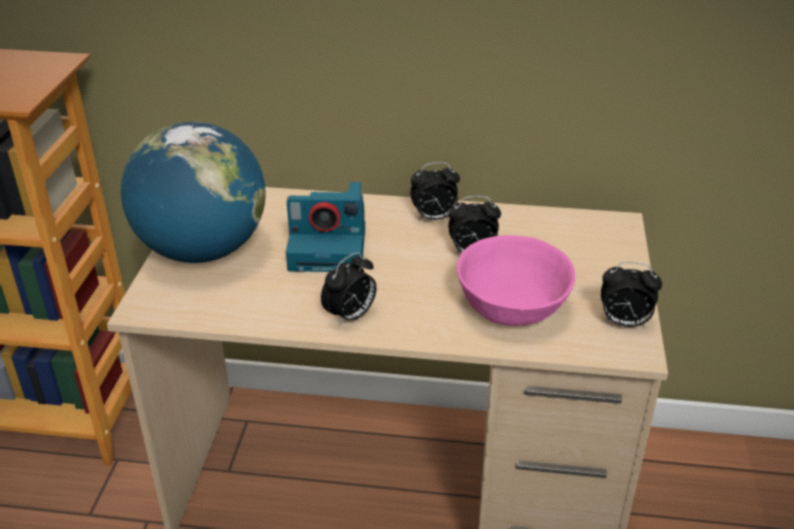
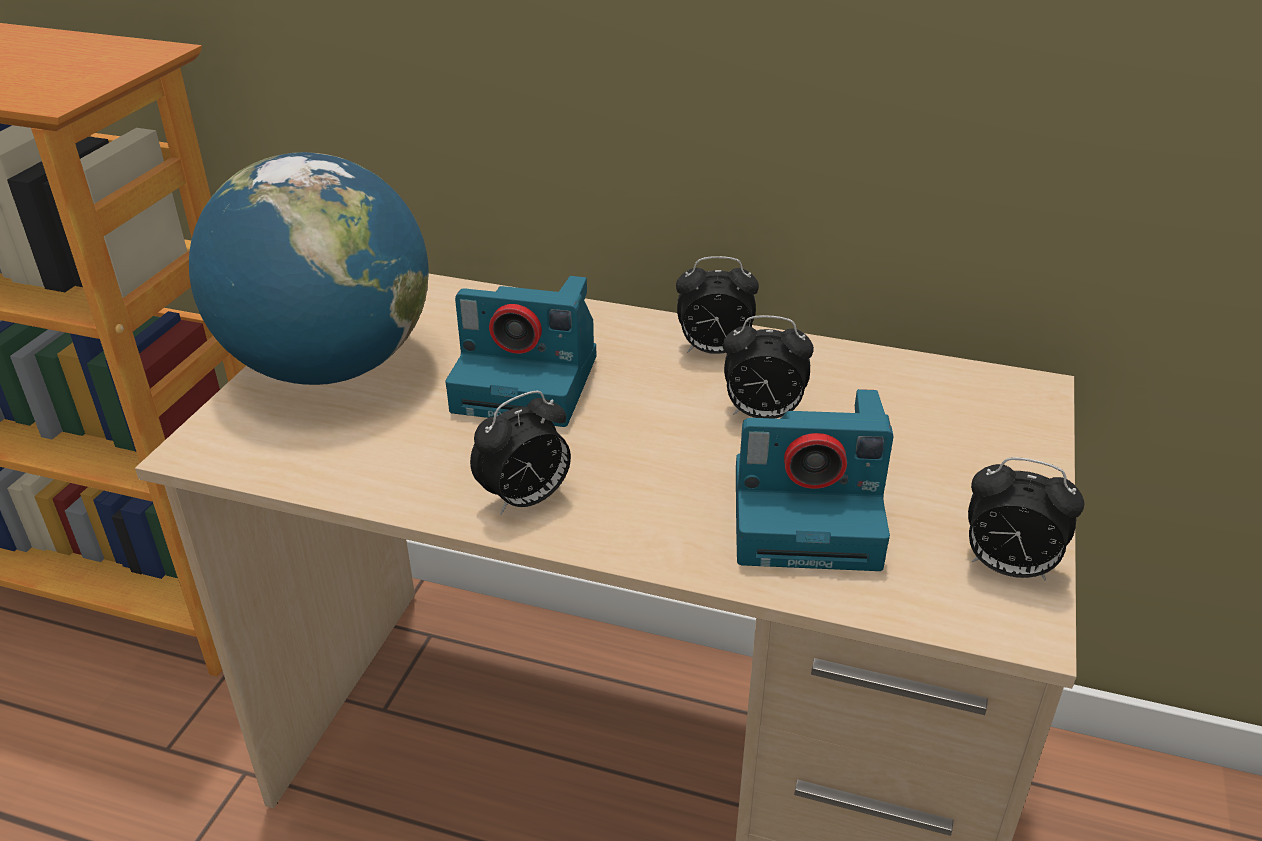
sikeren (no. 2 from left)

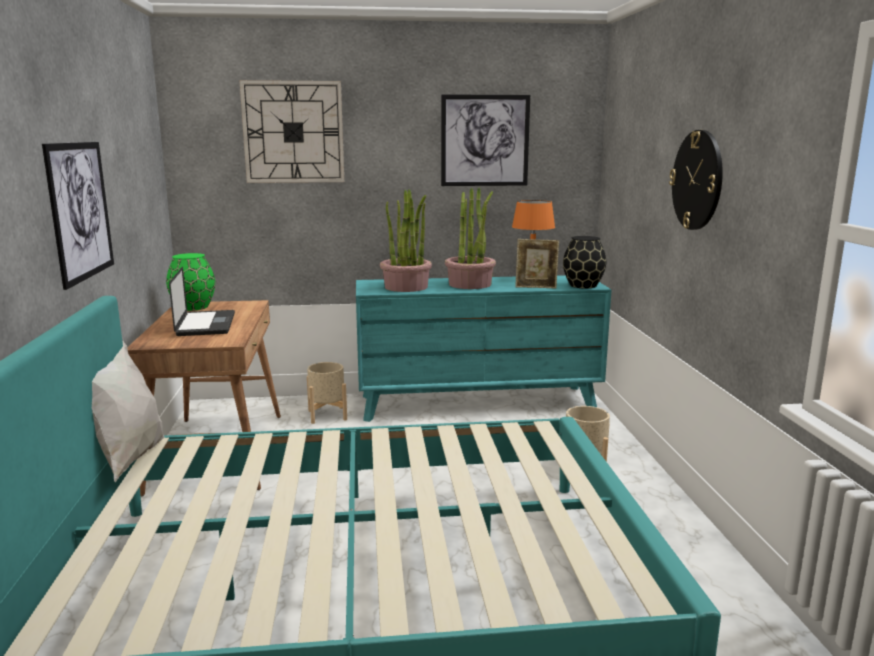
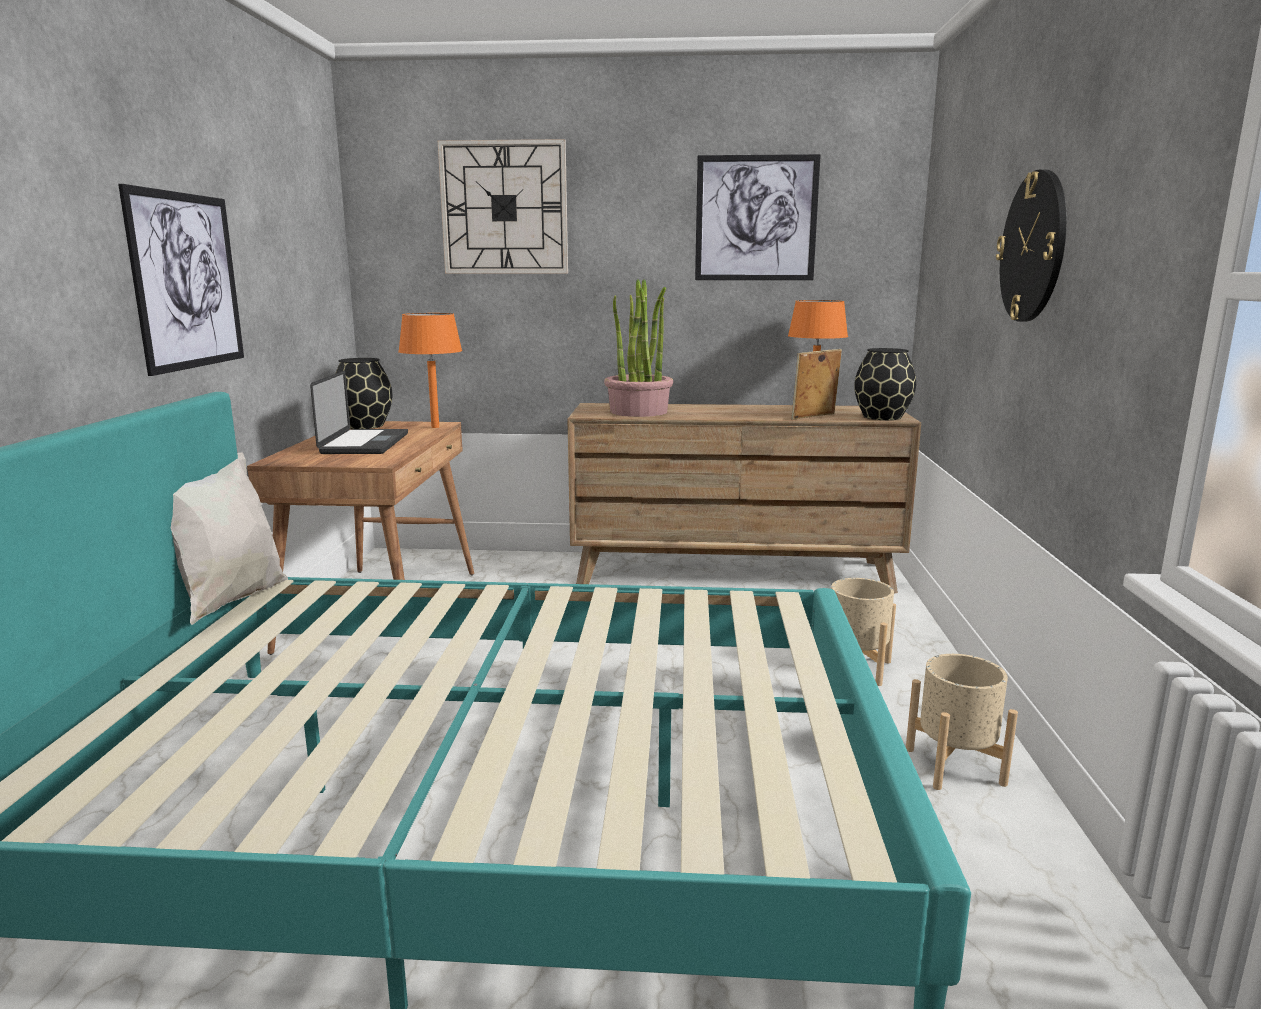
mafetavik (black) (no. 1 from left); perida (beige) (no. 2 from left); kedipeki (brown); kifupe (no. 2 from left in the first image); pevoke; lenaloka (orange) (no. 1 from left)

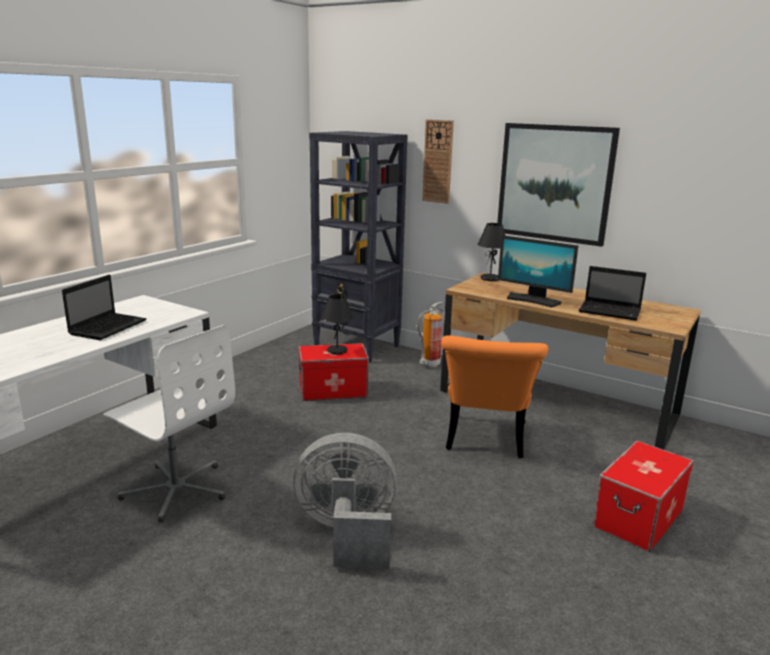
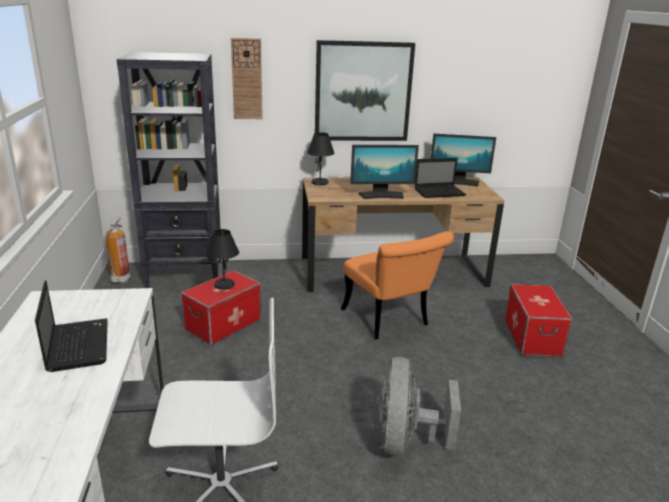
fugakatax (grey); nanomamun; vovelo (no. 2 from left)

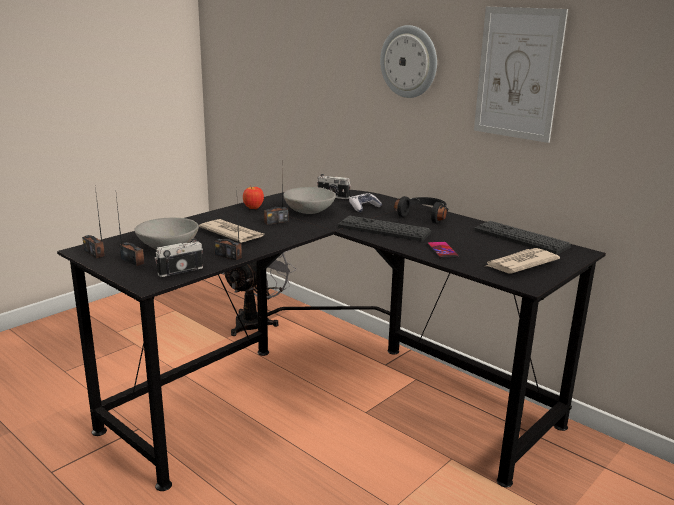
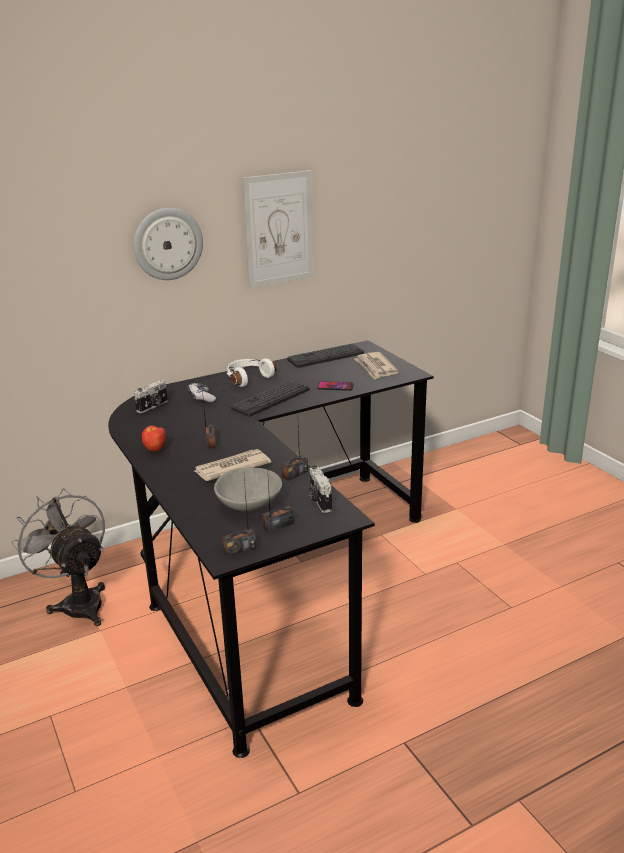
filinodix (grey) (no. 2 from left in the first image); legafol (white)

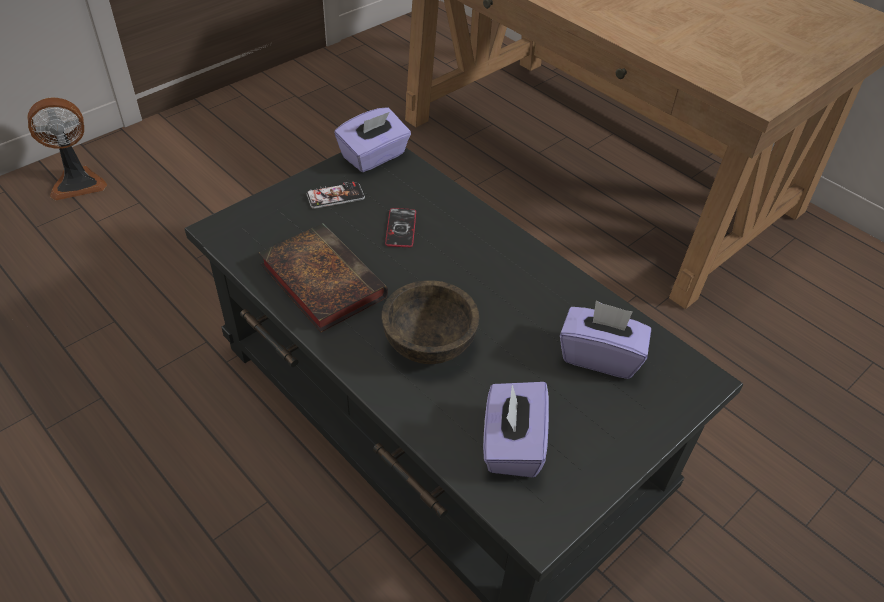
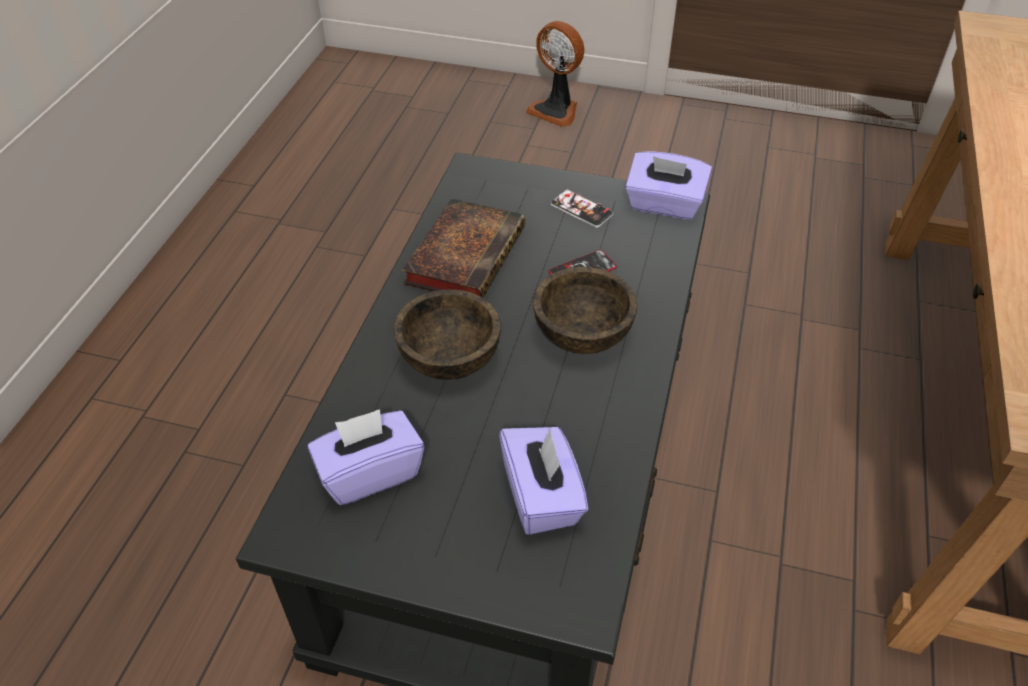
filinodix (brown) (no. 2 from left)

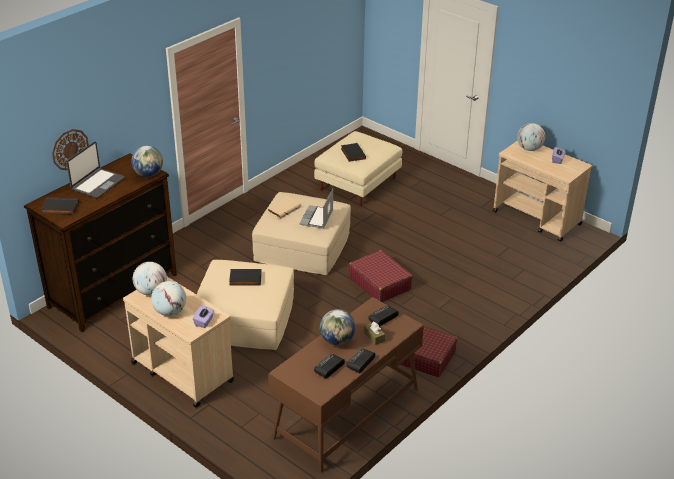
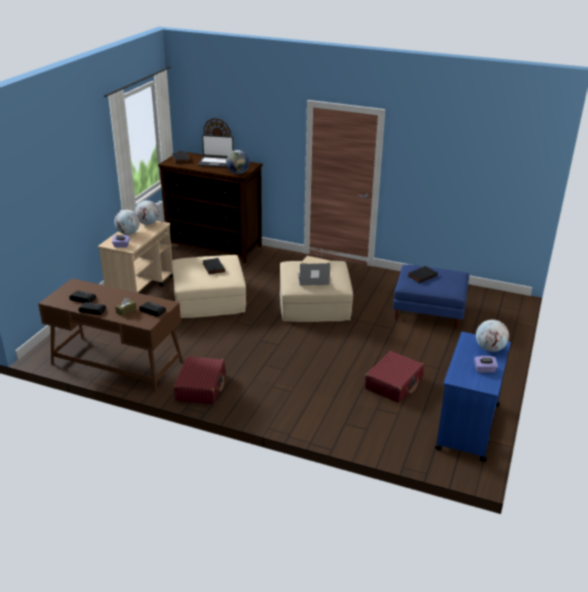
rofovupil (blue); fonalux (no. 4 from left in the first image); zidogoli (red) (no. 2 from left); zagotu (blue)

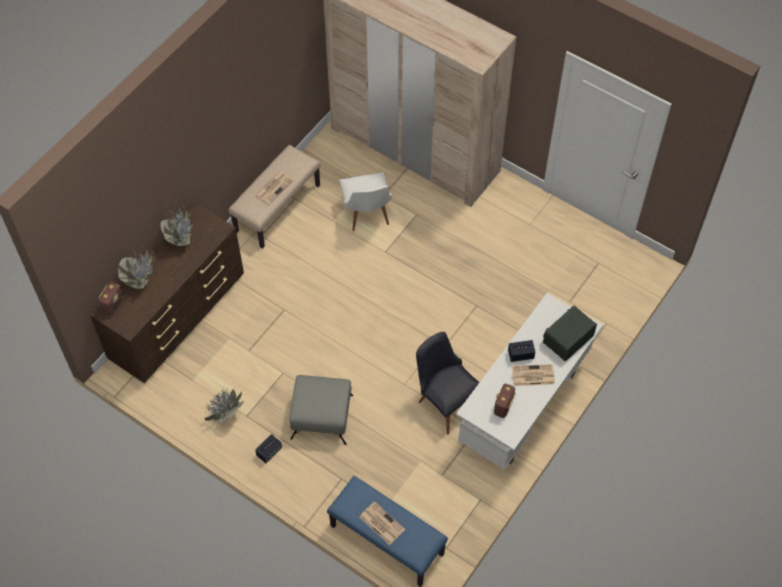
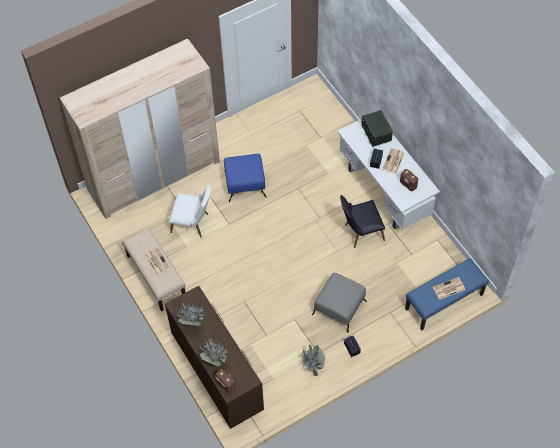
rofovupil (blue)

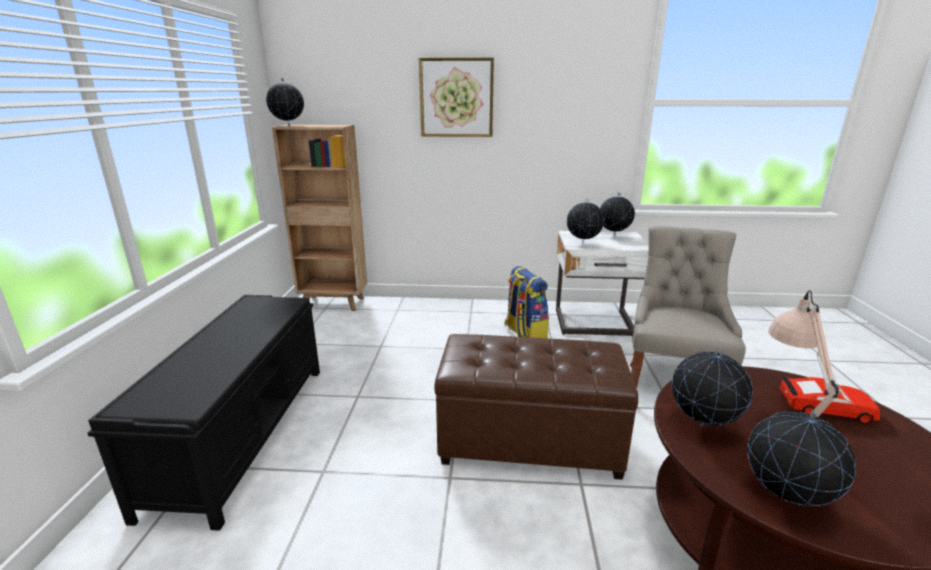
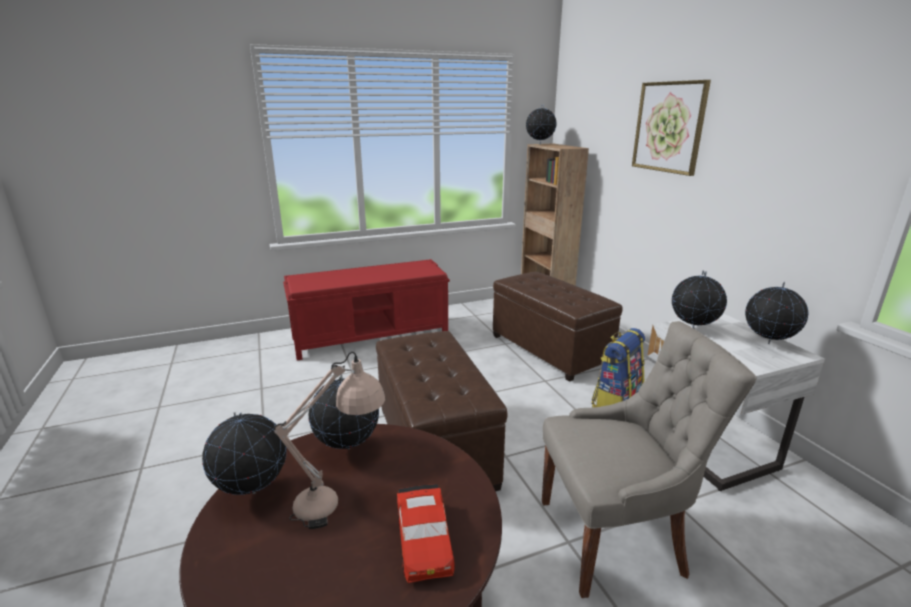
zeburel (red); rofovupil (brown) (no. 2 from left)

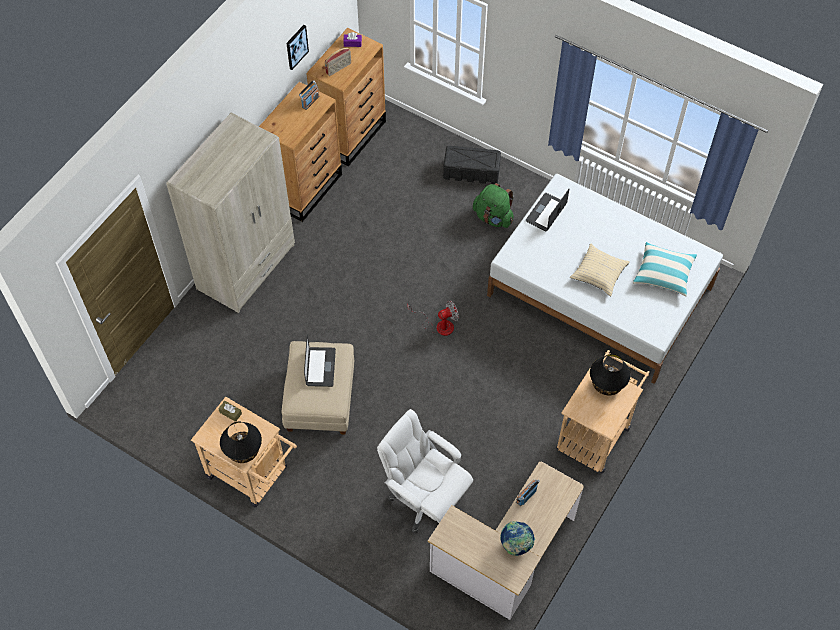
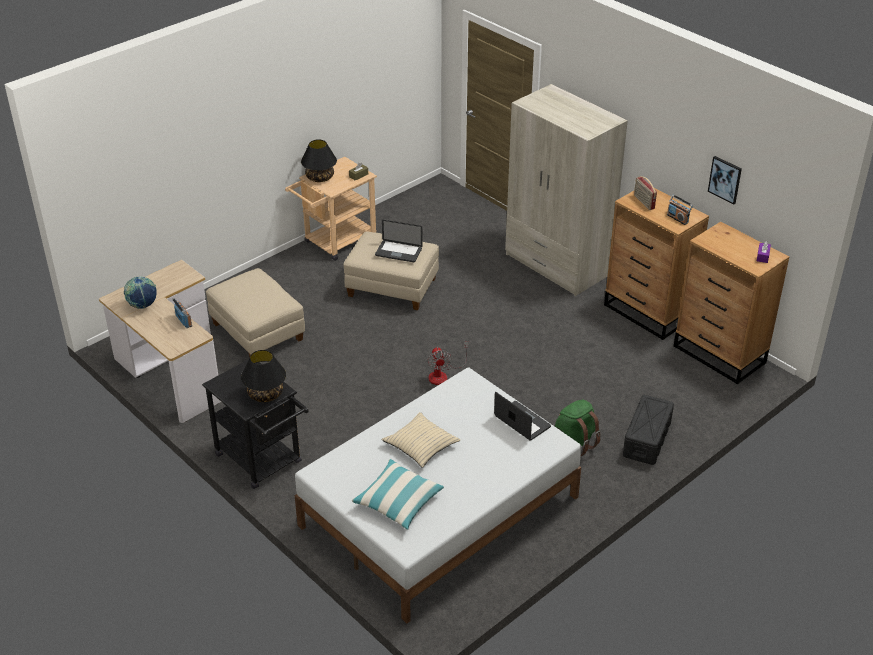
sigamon (no. 2 from left); rofovupil (beige) (no. 1 from left); zagotu (black)

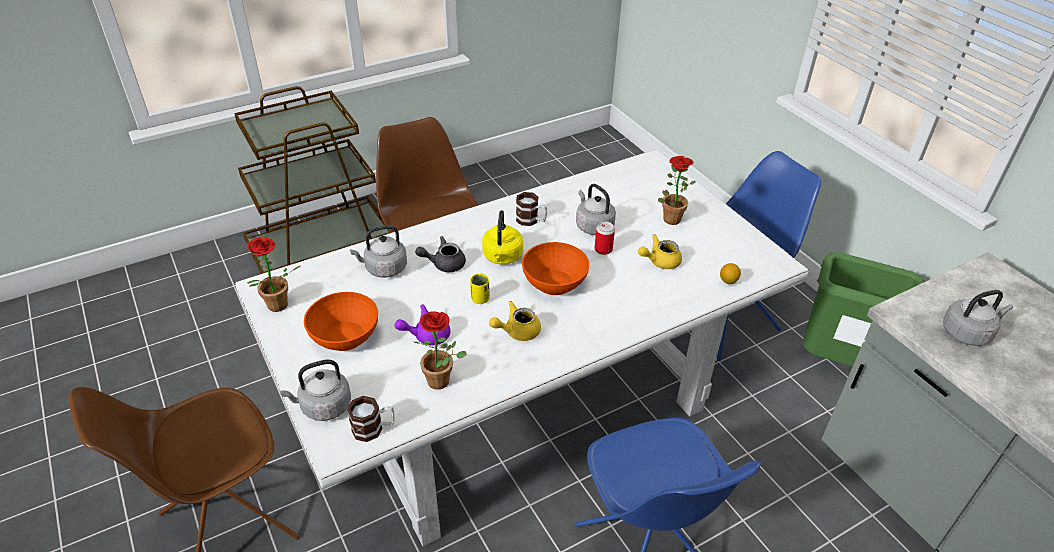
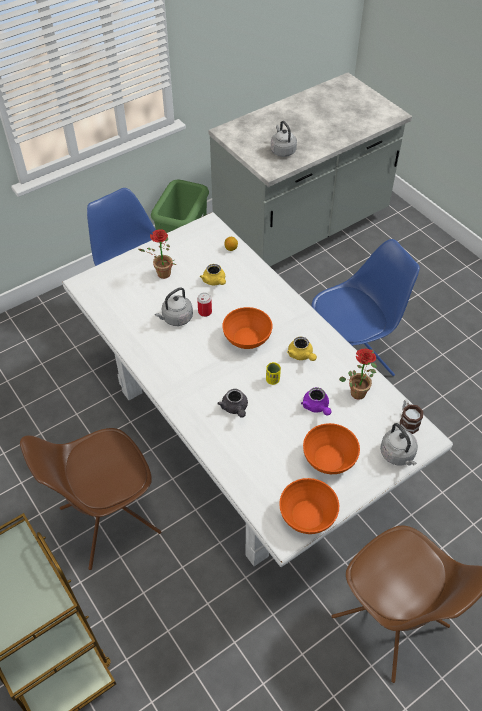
filinodix (orange) (no. 2 from left); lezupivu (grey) (no. 2 from left in the first image); lezupivu (yellow); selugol (no. 2 from left in the first image)

